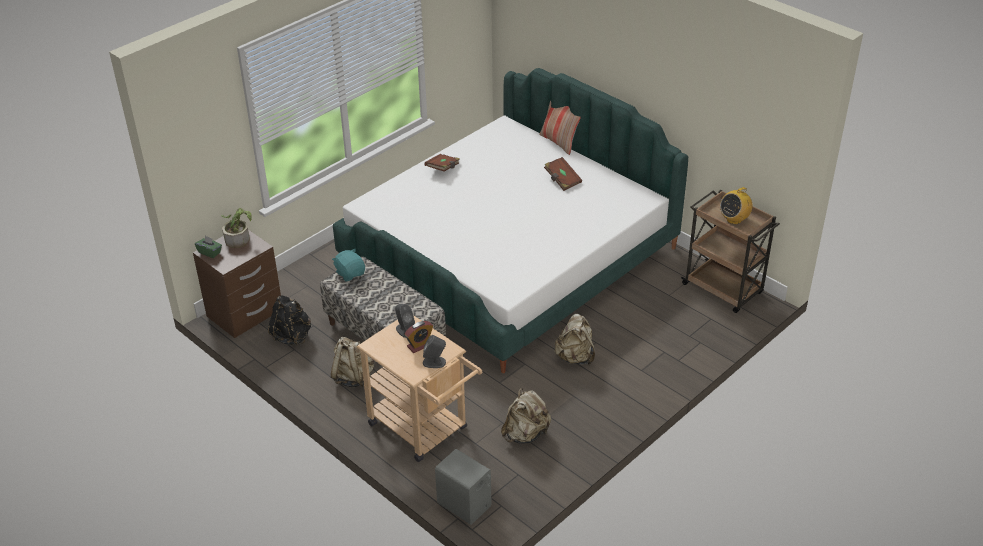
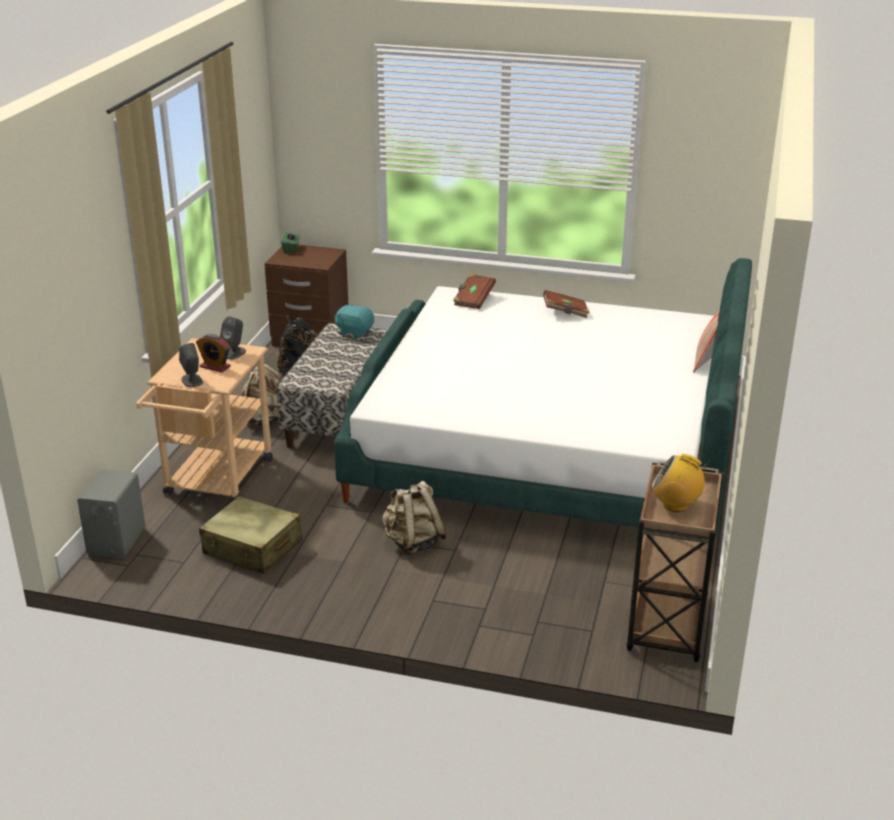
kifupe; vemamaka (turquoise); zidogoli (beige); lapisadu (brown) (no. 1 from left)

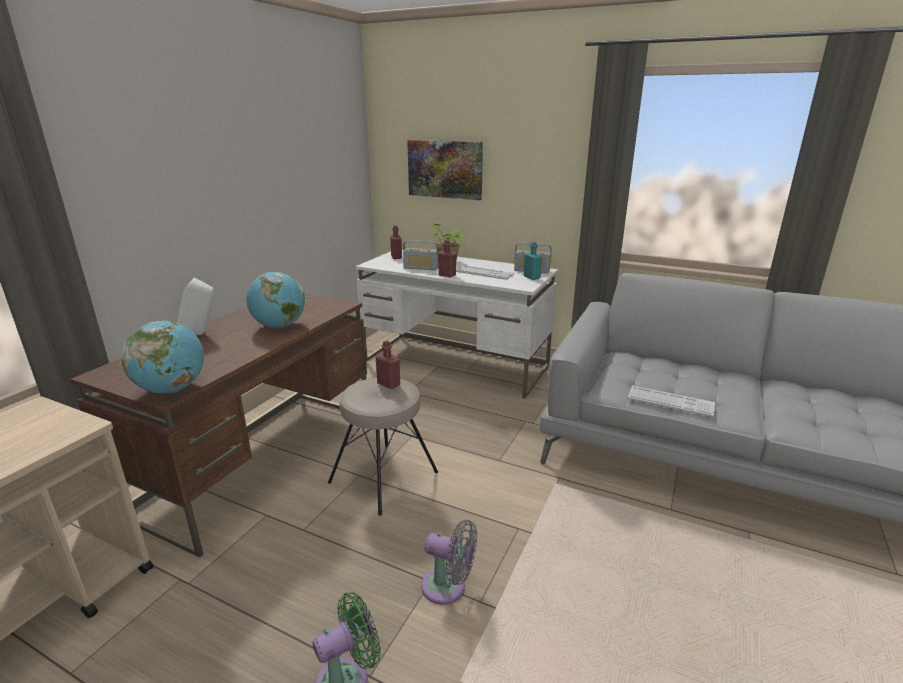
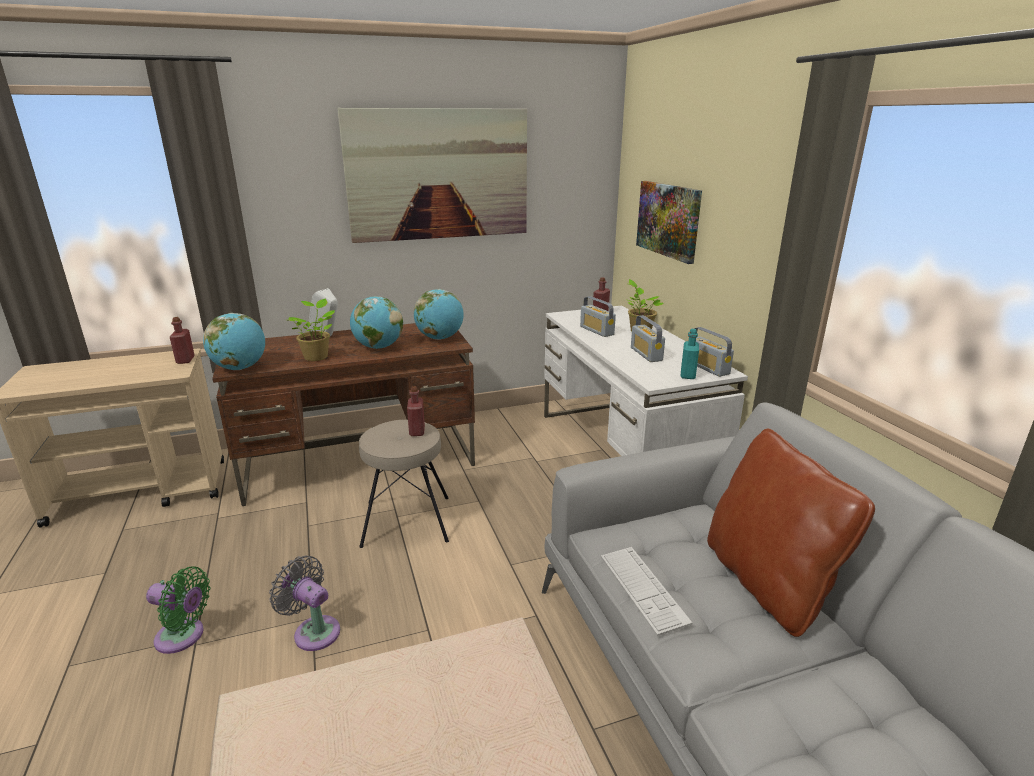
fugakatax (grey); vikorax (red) (no. 1 from left); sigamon (no. 2 from left); kifupe (no. 1 from left); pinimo (no. 1 from left); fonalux (no. 3 from left); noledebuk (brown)

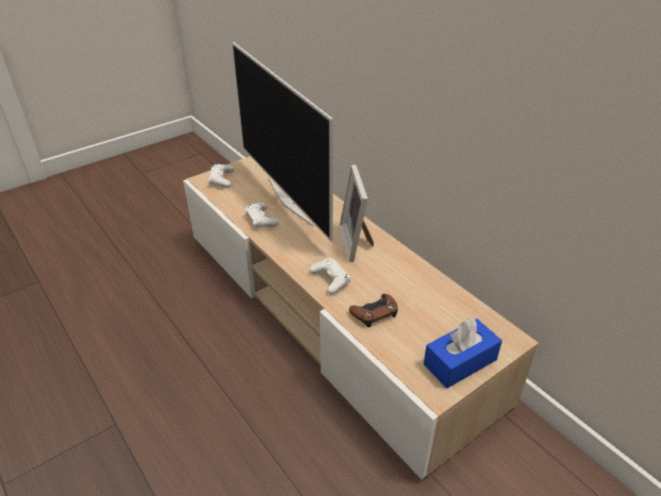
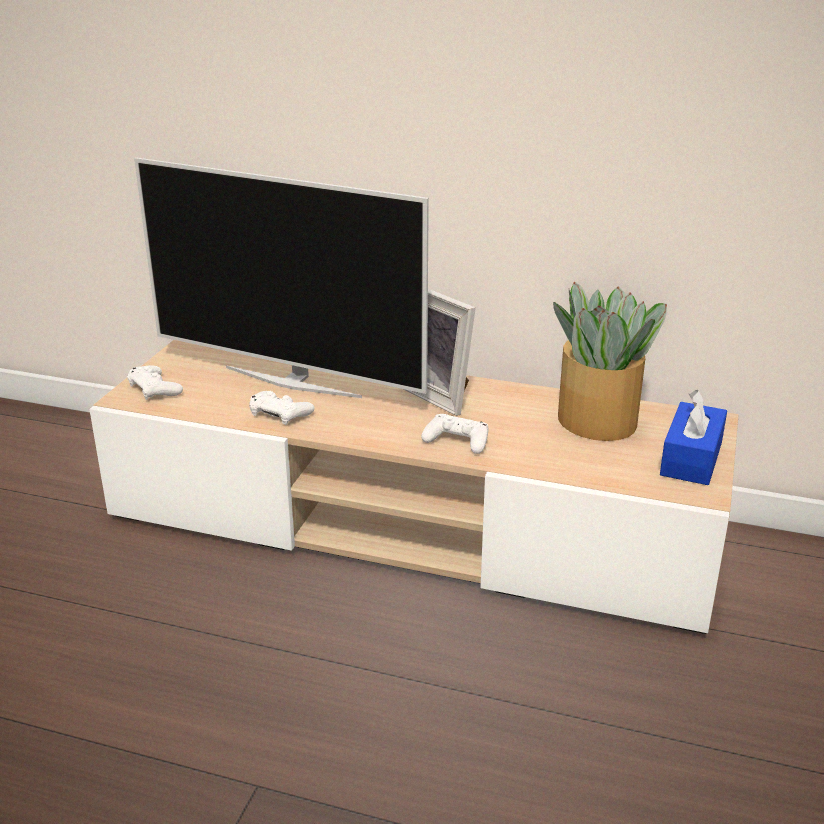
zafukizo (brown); kifupe

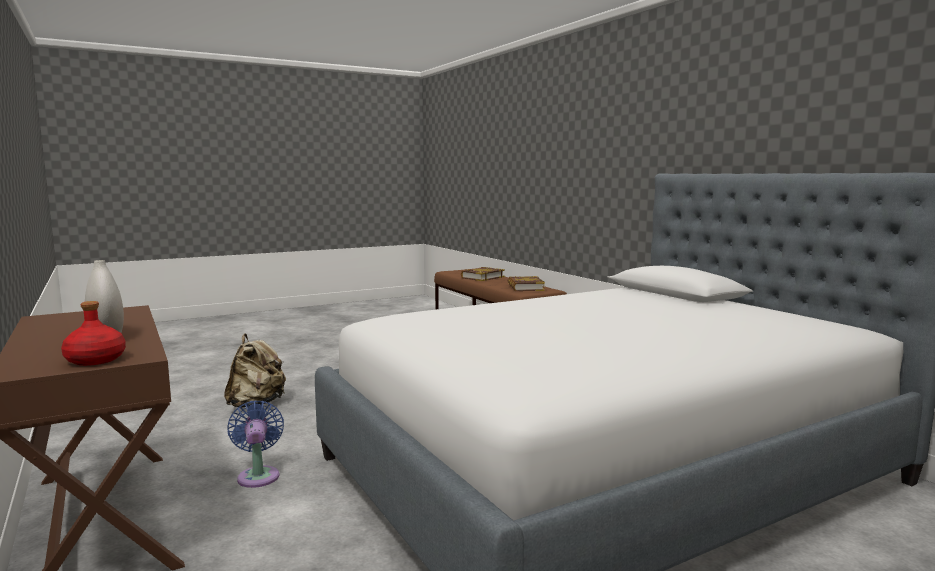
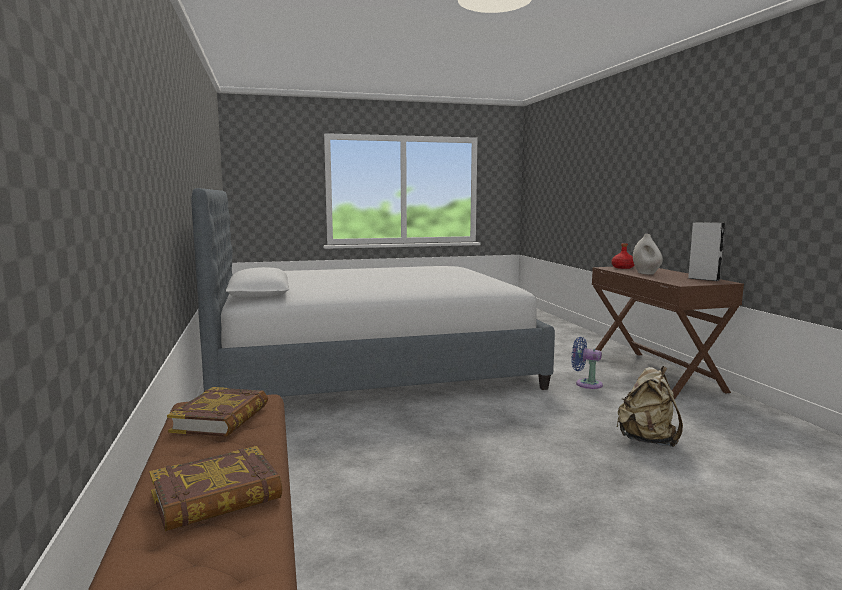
fugakatax (blue); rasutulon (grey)

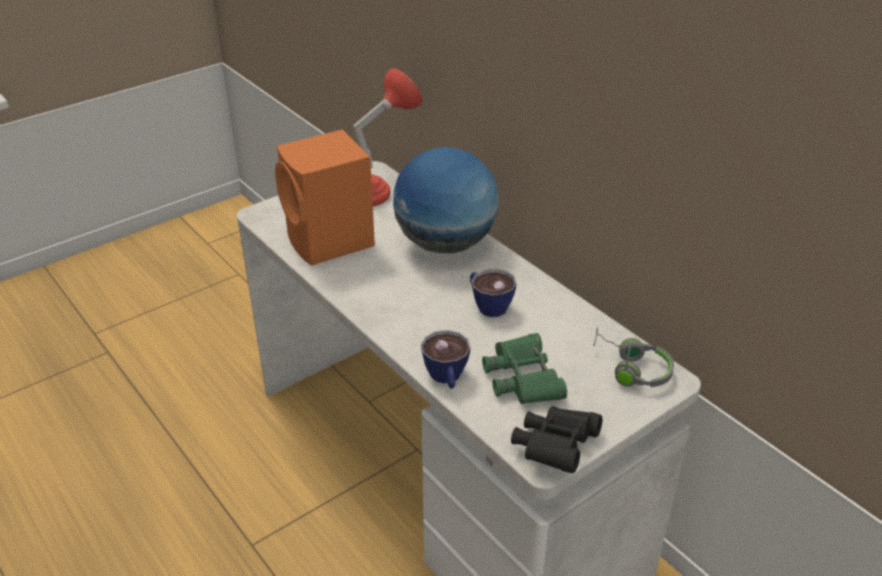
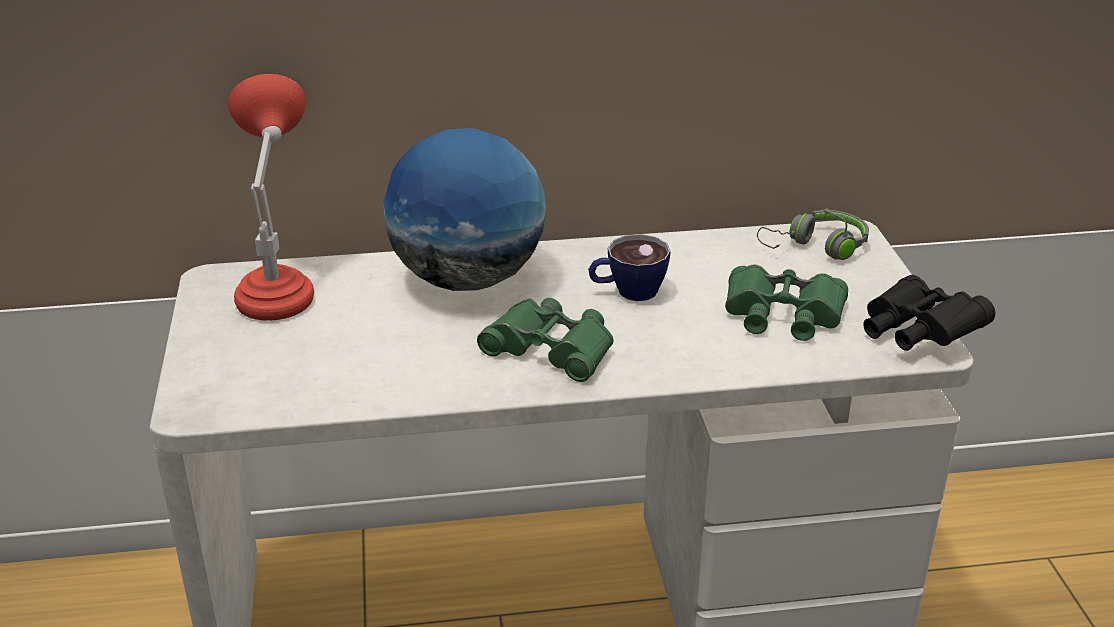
rasutulon (orange); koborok (no. 1 from left in the first image); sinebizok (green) (no. 1 from left)

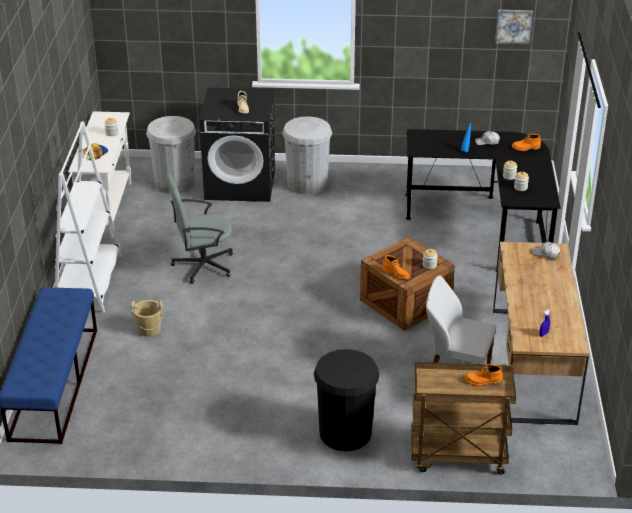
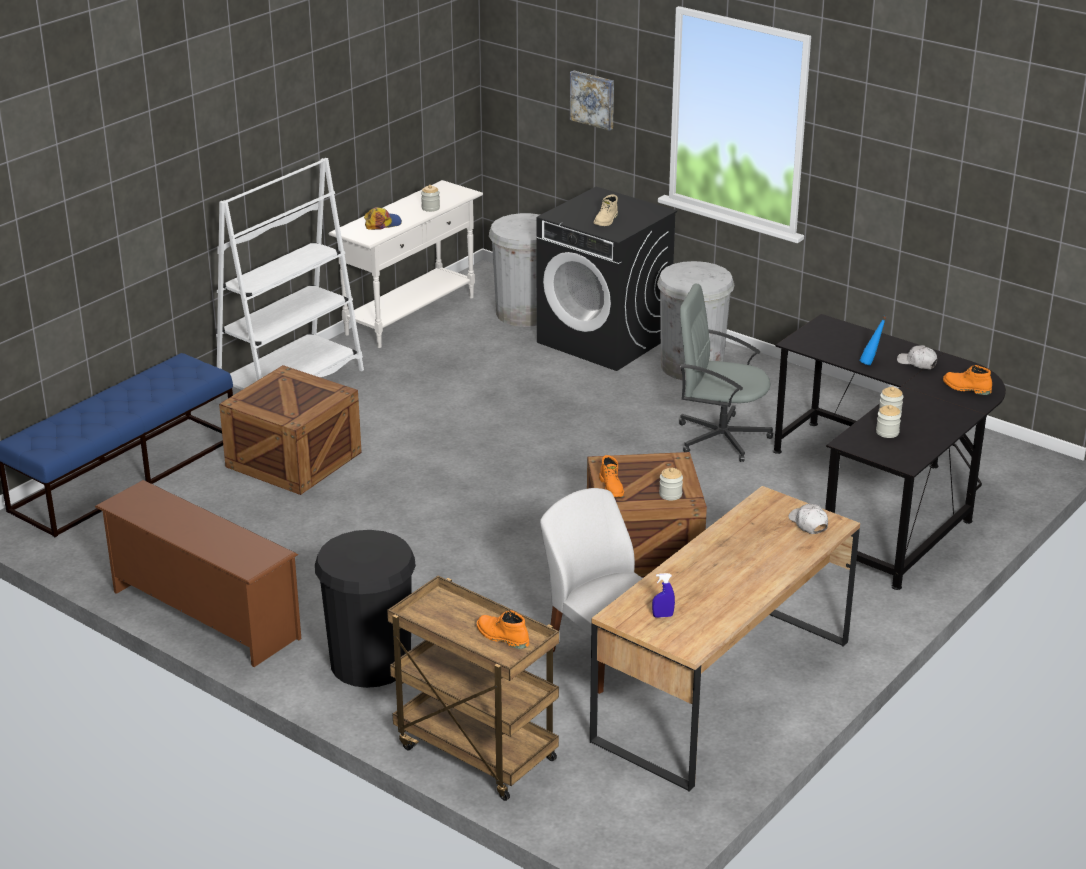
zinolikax (no. 1 from left); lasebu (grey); pinimo; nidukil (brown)

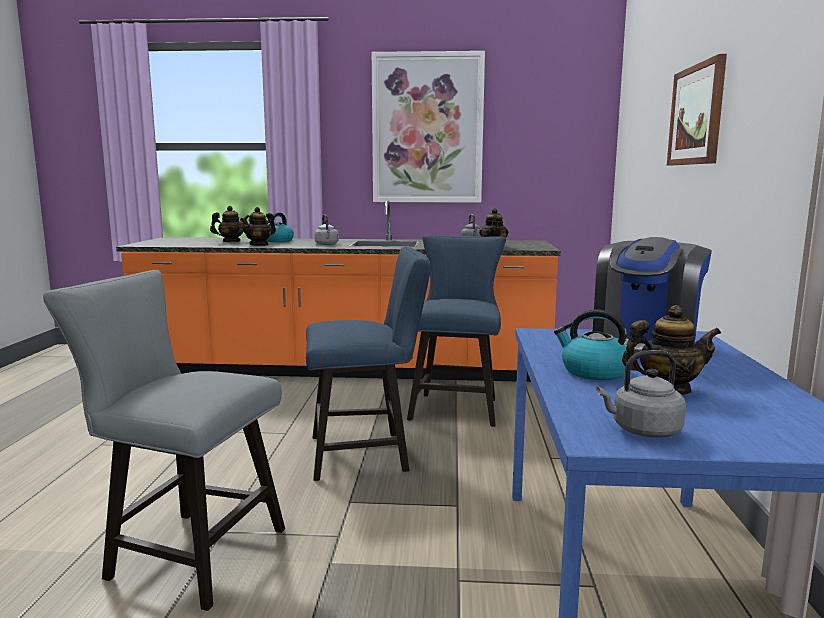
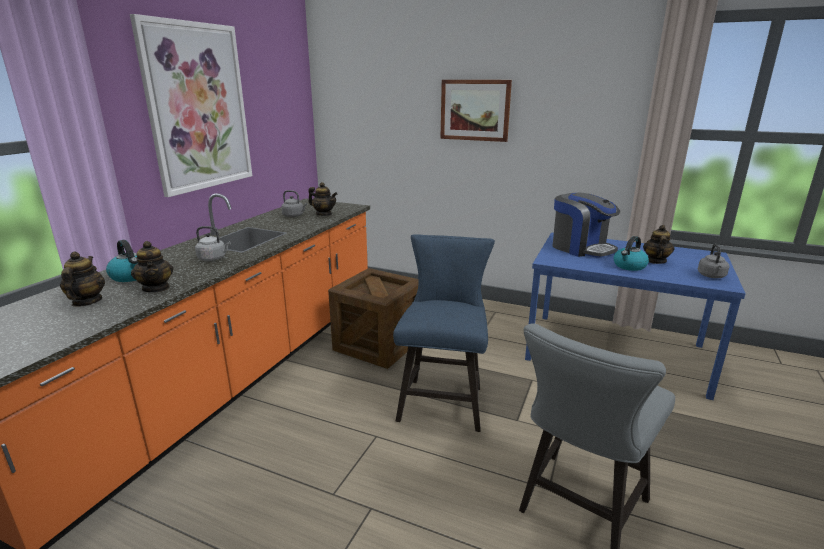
zinolikax

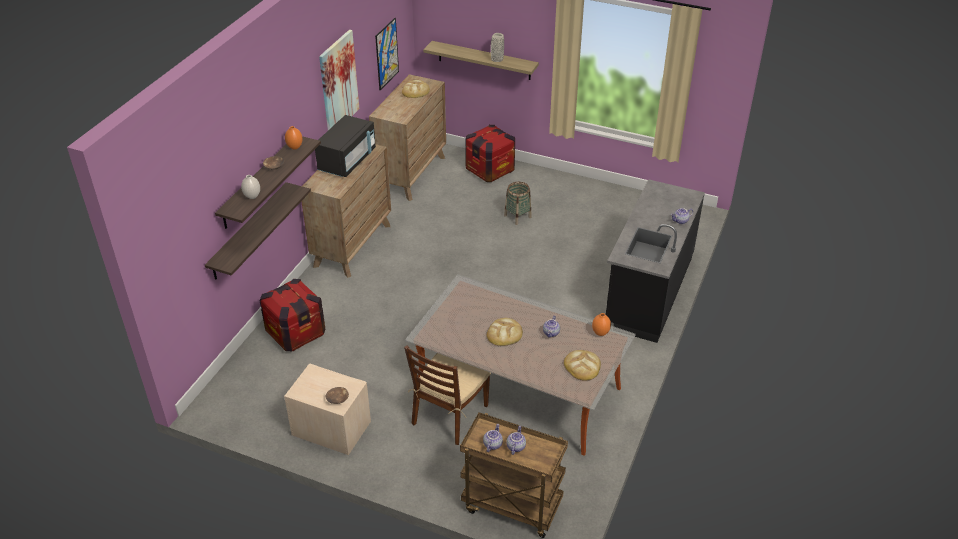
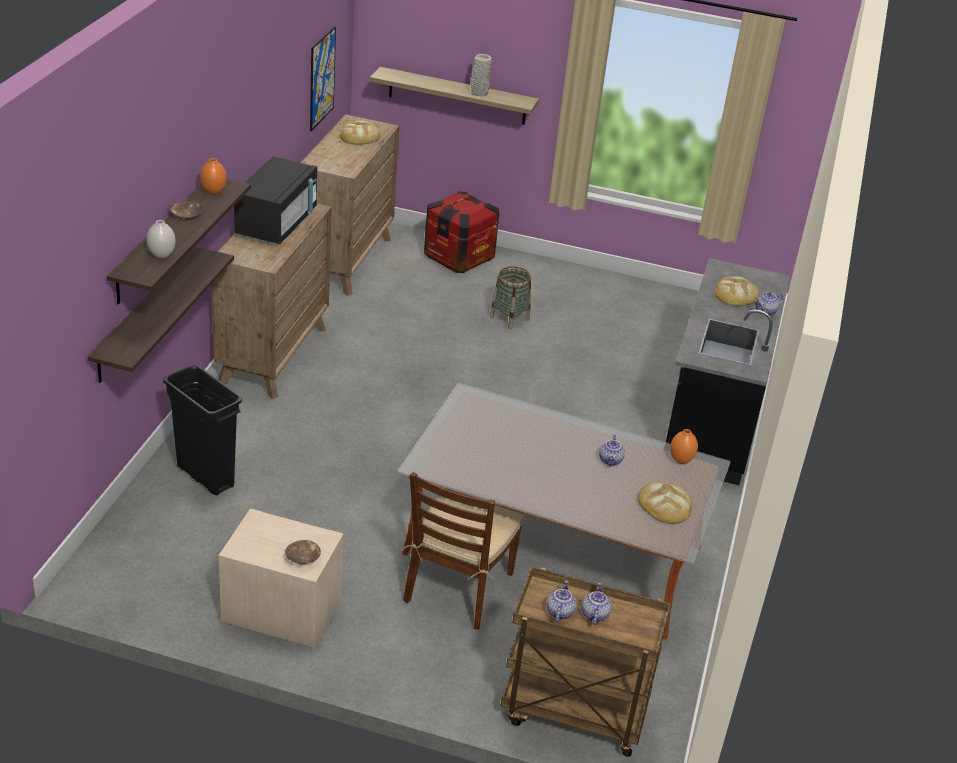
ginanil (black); pinimo (no. 1 from left in the first image); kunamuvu (no. 3 from left)

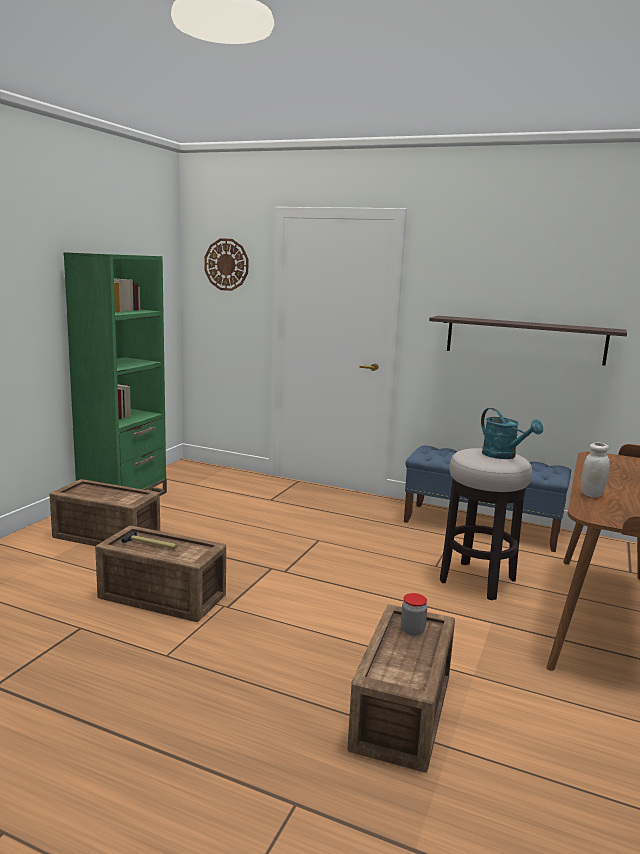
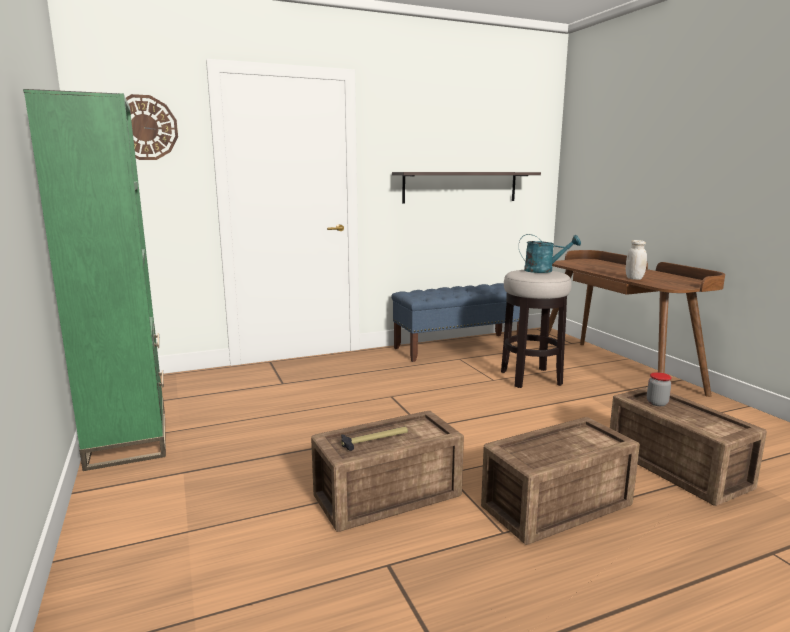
zinolikax (no. 2 from left)

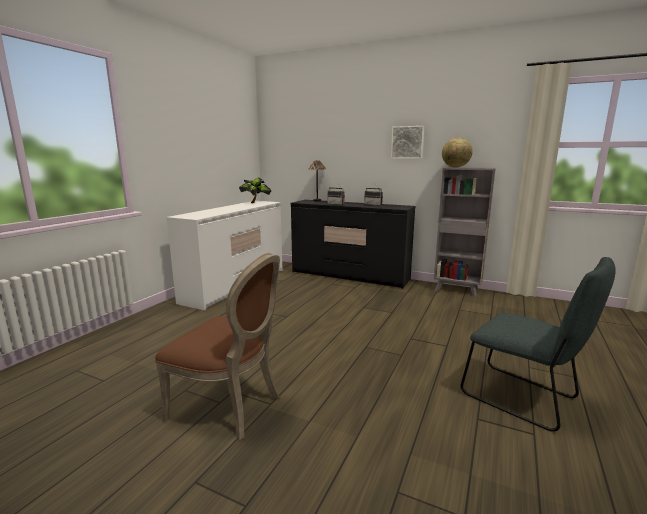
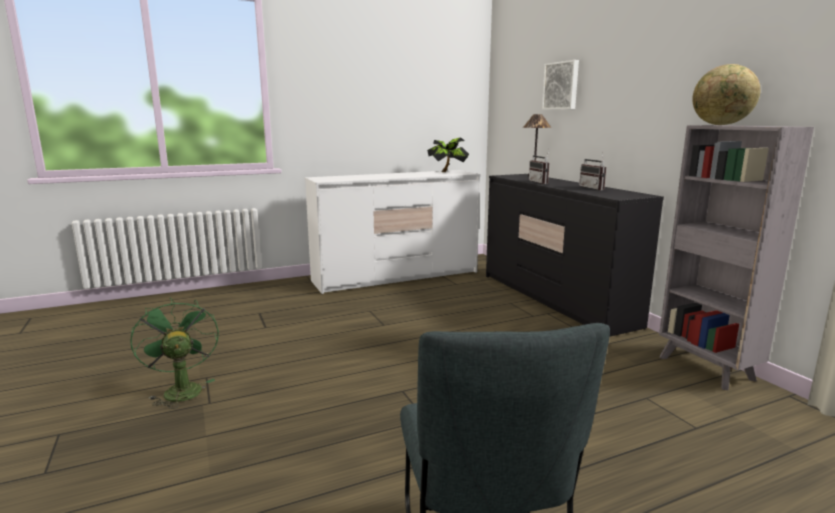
fugakatax (green); pinimo

